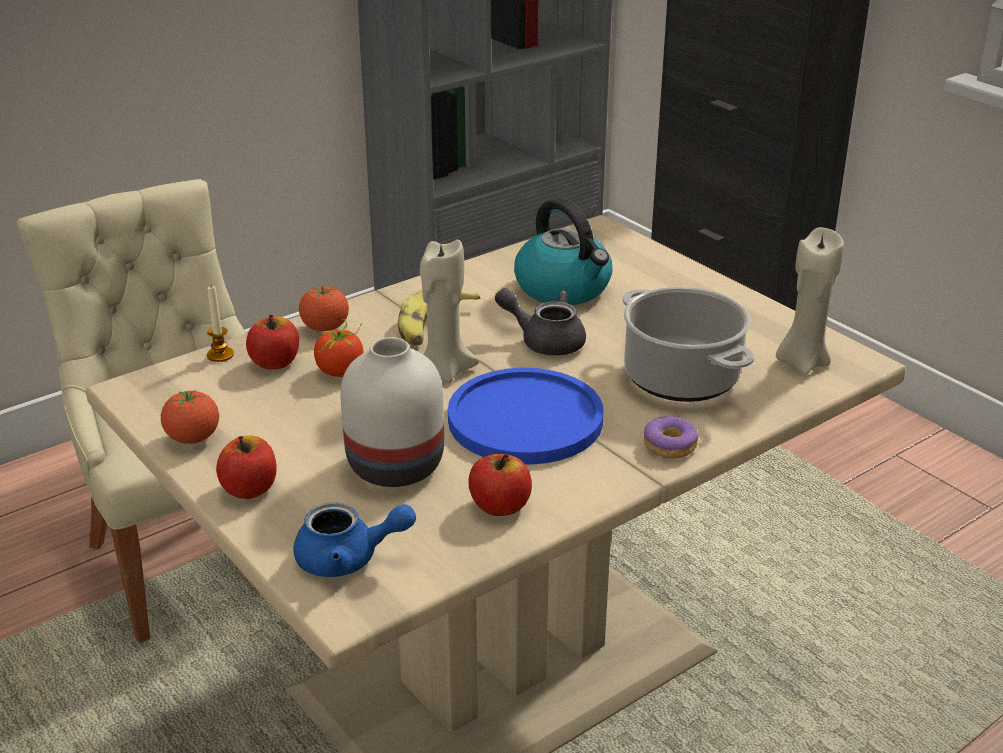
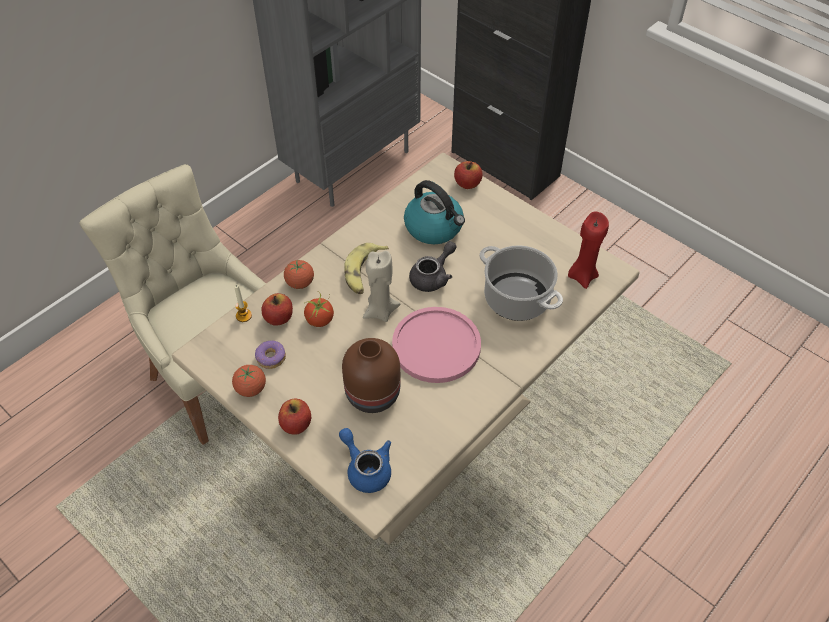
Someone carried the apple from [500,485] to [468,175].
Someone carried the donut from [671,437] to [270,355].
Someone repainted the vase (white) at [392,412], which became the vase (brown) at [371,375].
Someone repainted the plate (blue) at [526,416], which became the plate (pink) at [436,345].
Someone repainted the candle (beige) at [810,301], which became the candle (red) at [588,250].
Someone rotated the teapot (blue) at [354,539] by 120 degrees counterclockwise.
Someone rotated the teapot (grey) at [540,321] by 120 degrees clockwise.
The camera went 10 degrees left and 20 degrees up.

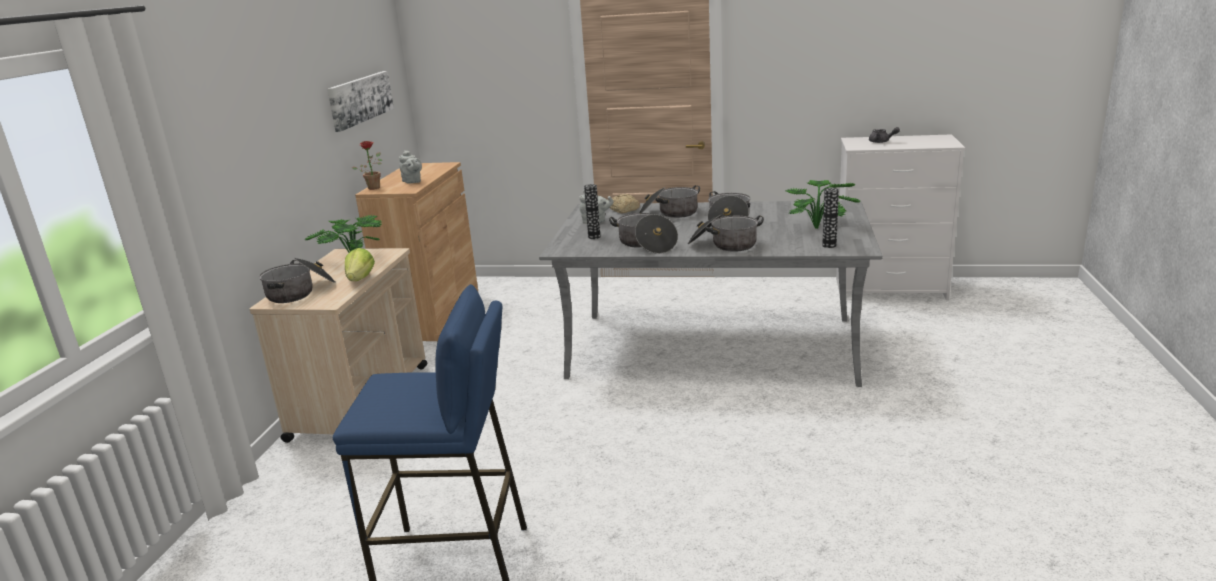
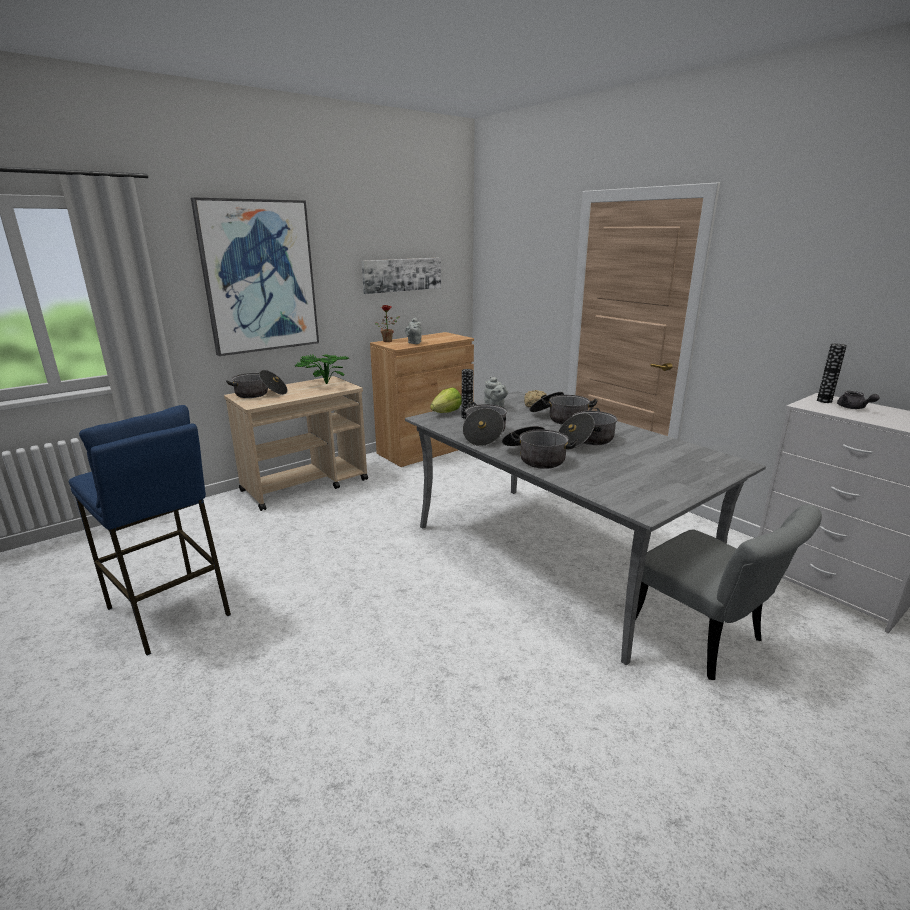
Someone took away the potted plant at [823,204].
Someone put up the picture at [255,276].
Someone put down the chair (grey) at [728,592].
Someone carried the lettuce from [360,264] to [446,400].
Someone carried the vase from [830,218] to [832,373].
The camera went 40 degrees right and 0 degrees up.

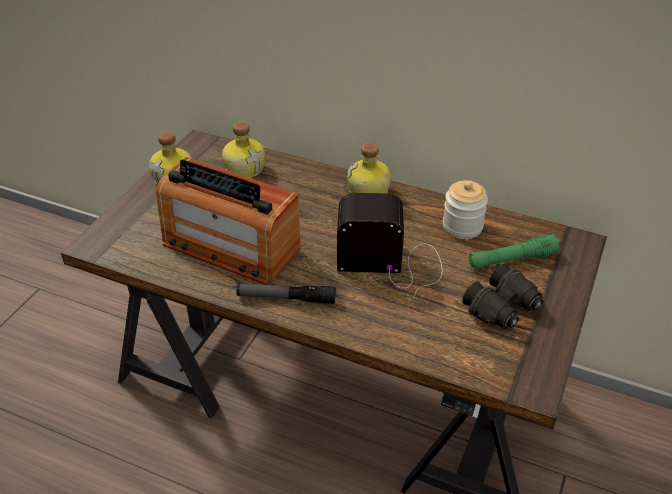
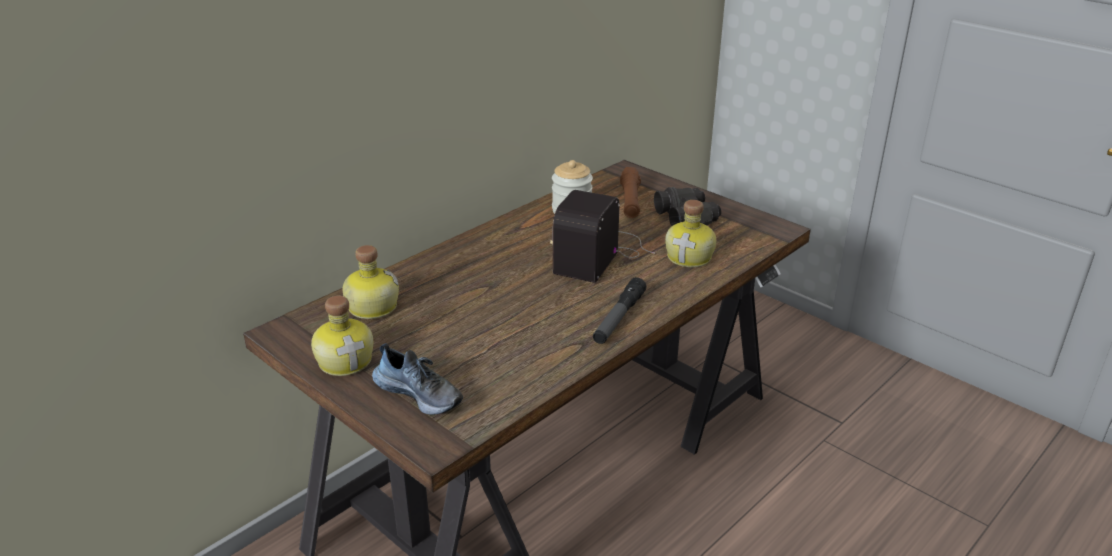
Someone took away the radio at [228,221].
Someone put down the shoe at [417,379].
Someone carried the bottle from [369,168] to [690,233].
Someone repainted the flashlight (green) at [514,252], which became the flashlight (brown) at [630,192].
The camera went 70 degrees left and 10 degrees down.

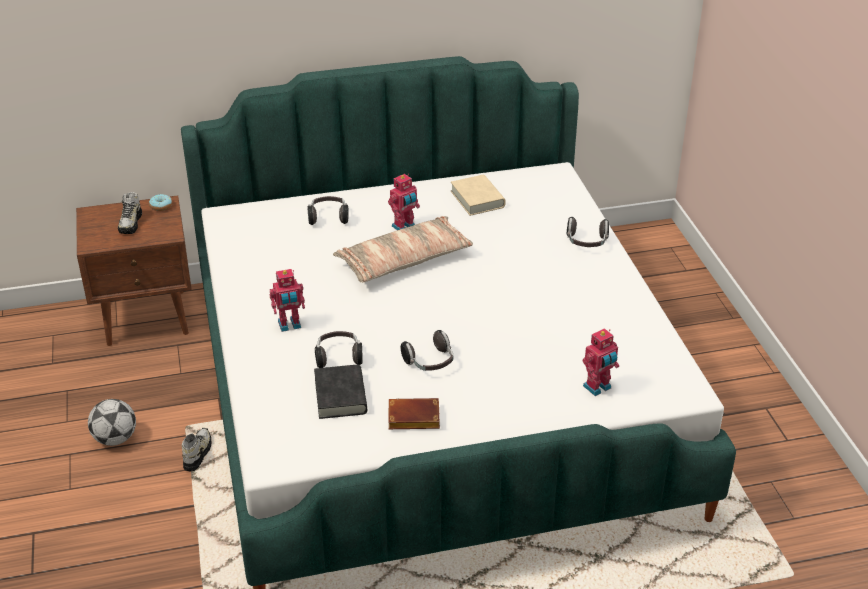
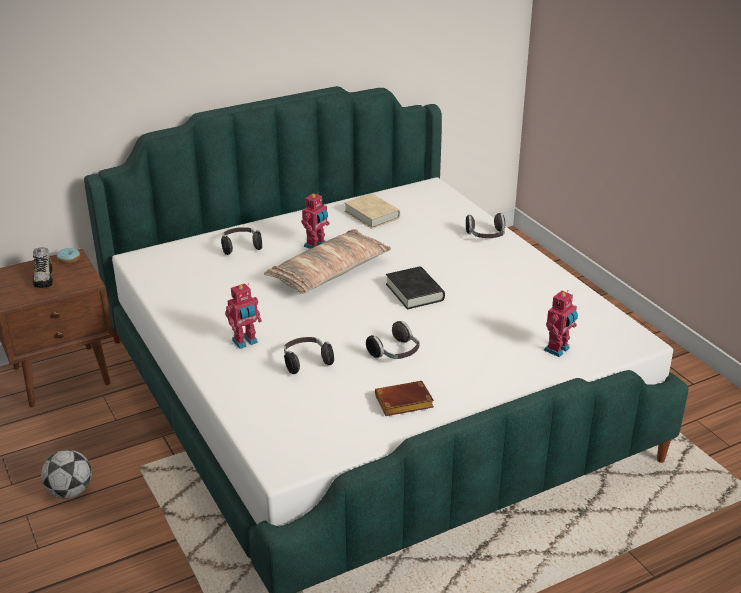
Someone took away the shoe at [196,449].
Someone carried the book (black) from [340,392] to [415,287].
The camera went 15 degrees left and 5 degrees down.

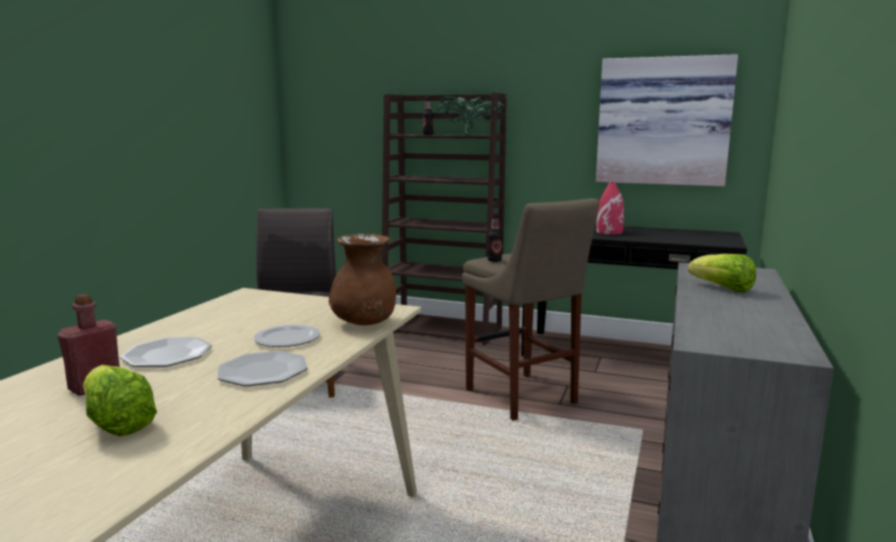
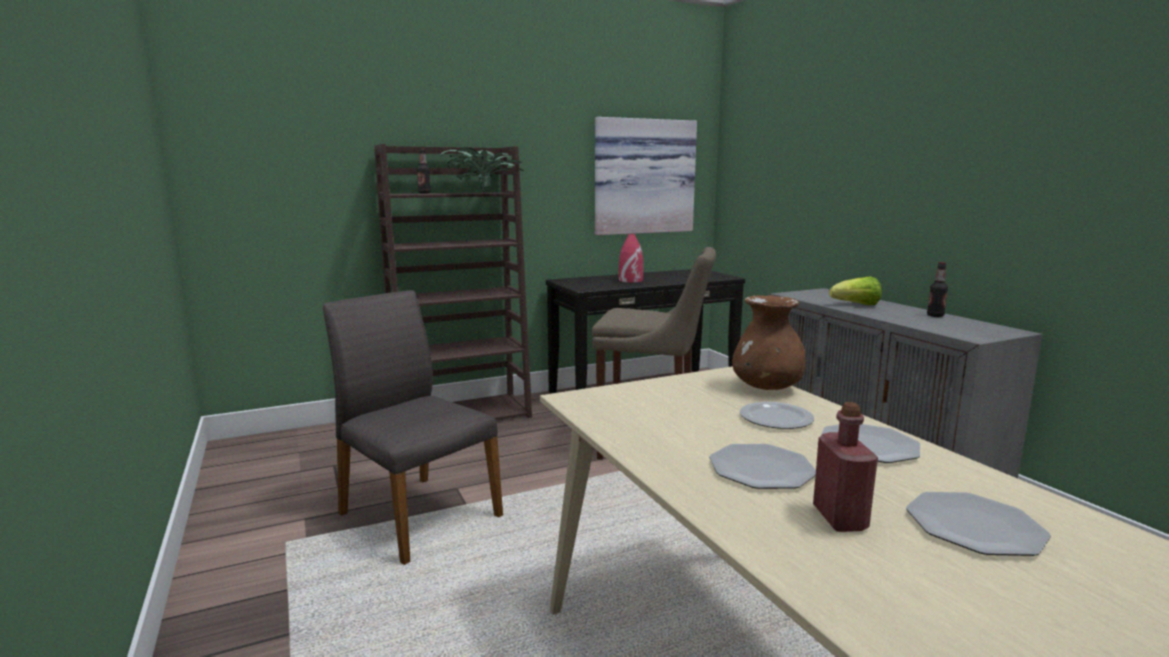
Someone carried the bottle from [495,237] to [937,289].
Someone swapped the lettuce at [120,400] for the plate at [978,524].
The camera went 45 degrees left and 0 degrees up.

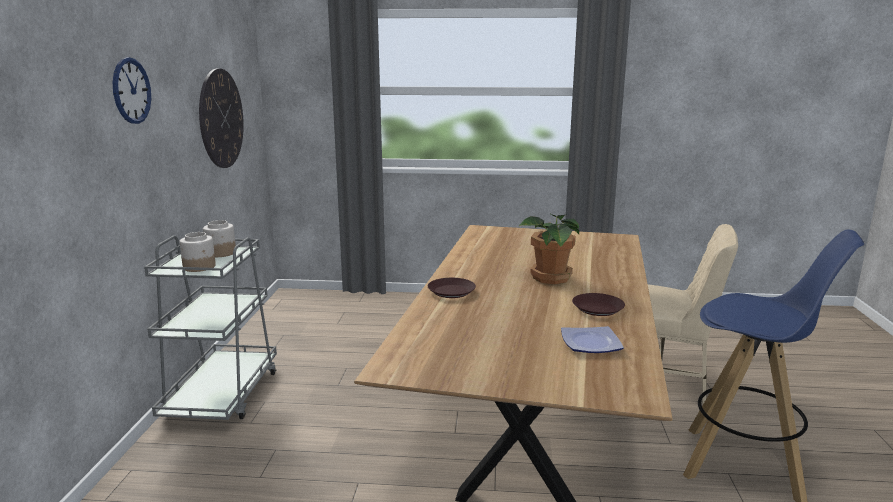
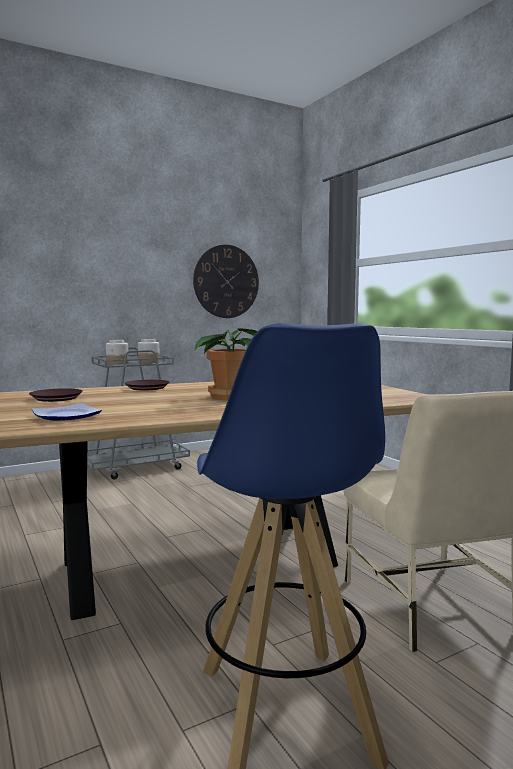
Someone took away the wall clock at [131,90].
Someone carried the plate (brown) from [598,304] to [55,395].
The camera went 55 degrees right and 10 degrees down.

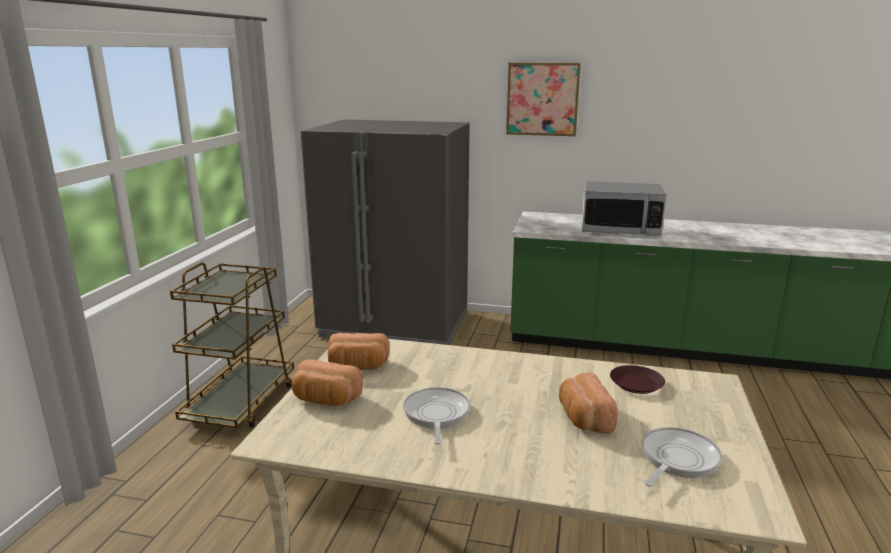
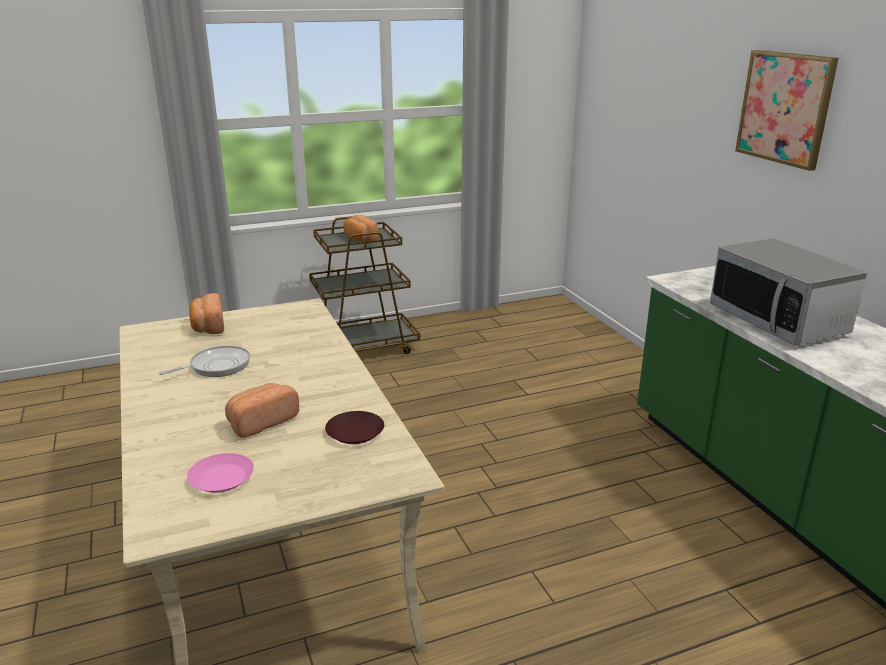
Someone took away the fridge (grey) at [385,232].
Someone carried the bread from [359,351] to [361,228].
Someone swapped the frying pan at [682,457] for the plate (pink) at [220,473].
The camera went 55 degrees right and 5 degrees up.

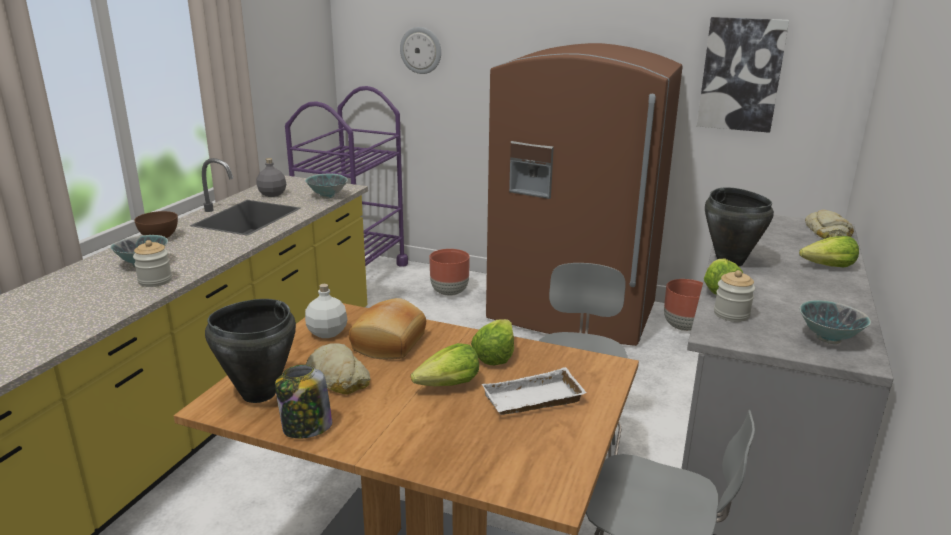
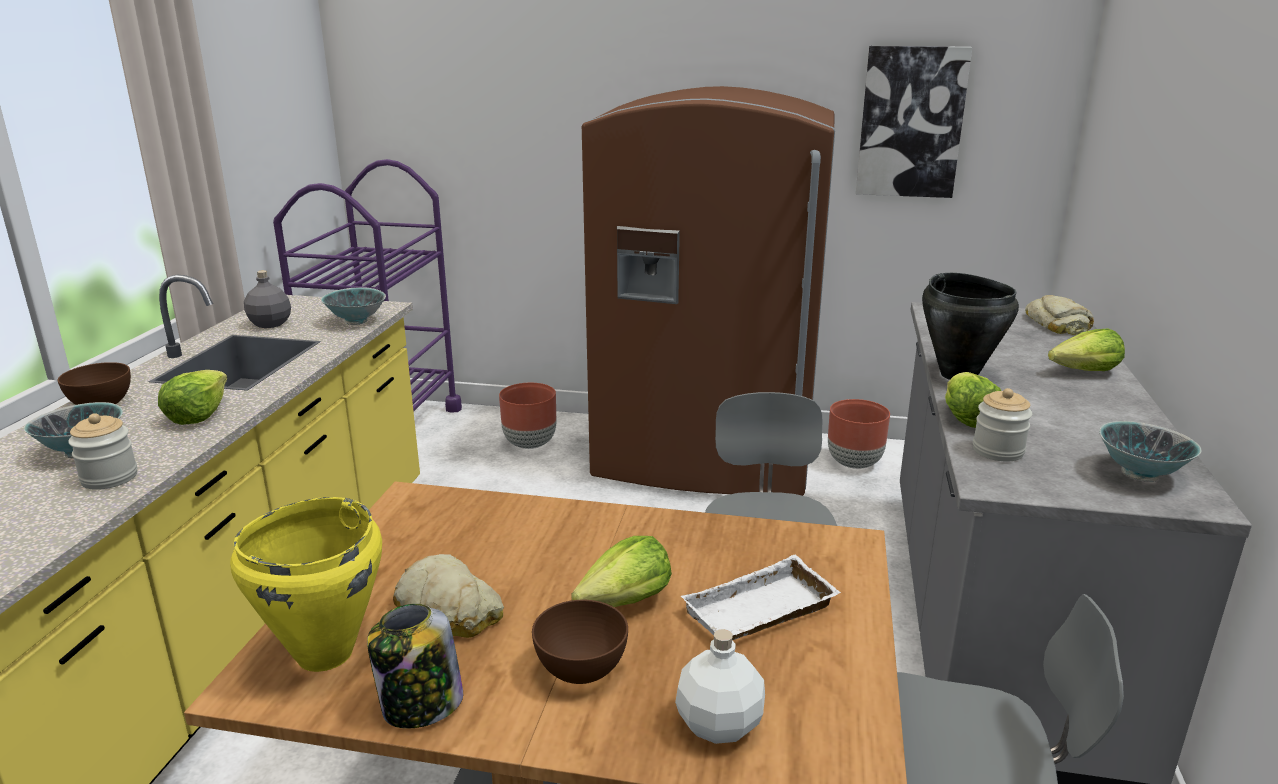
Someone took away the bread at [387,328].
Someone took away the wall clock at [420,50].
Someone put down the bowl (brown) at [580,642].
Someone carried the bottle (white) from [326,311] to [720,686].
Someone carried the lettuce from [492,342] to [192,397].
Someone repainted the cooking pot (black) at [250,351], which became the cooking pot (yellow) at [306,584].
The camera went 10 degrees left and 0 degrees up.

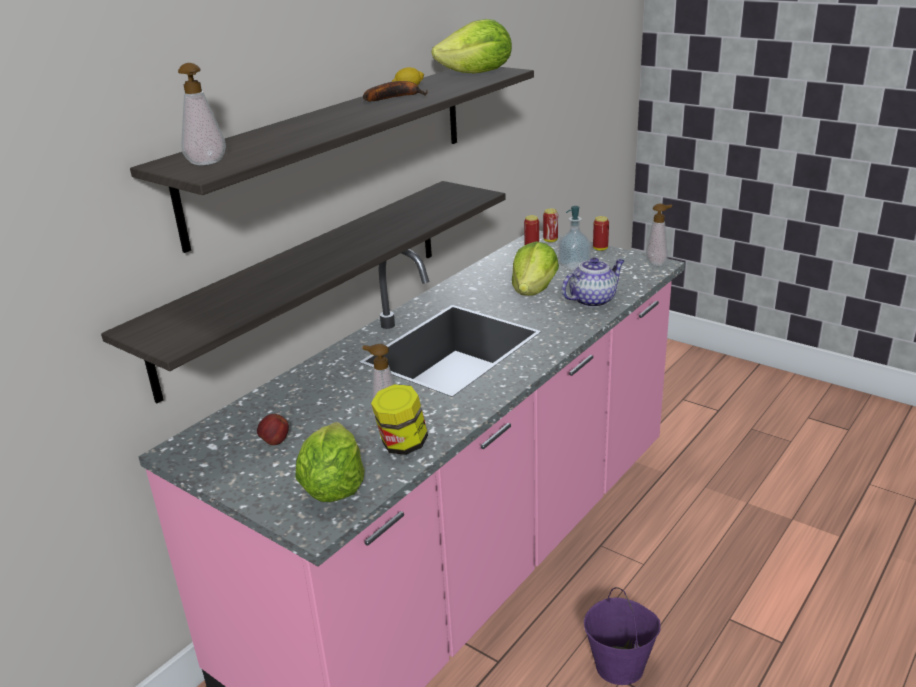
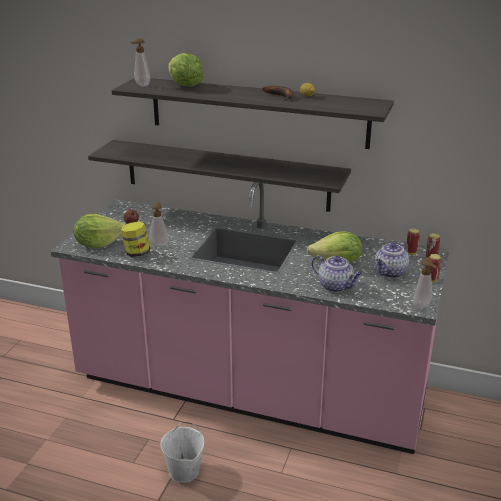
Someone carried the lettuce from [472,46] to [186,70].
Someone swapped the soap dispenser at [574,238] for the teapot at [392,259].
Someone repainted the bucket (purple) at [622,636], which became the bucket (white) at [182,452].
The camera went 70 degrees right and 0 degrees up.

